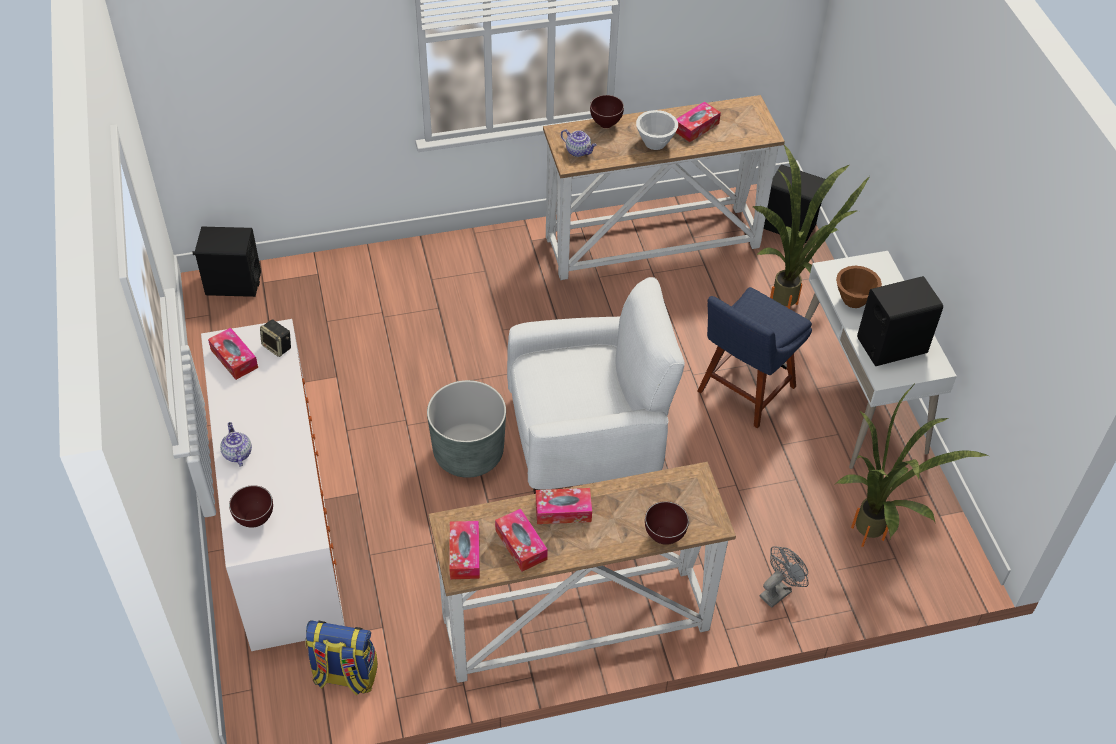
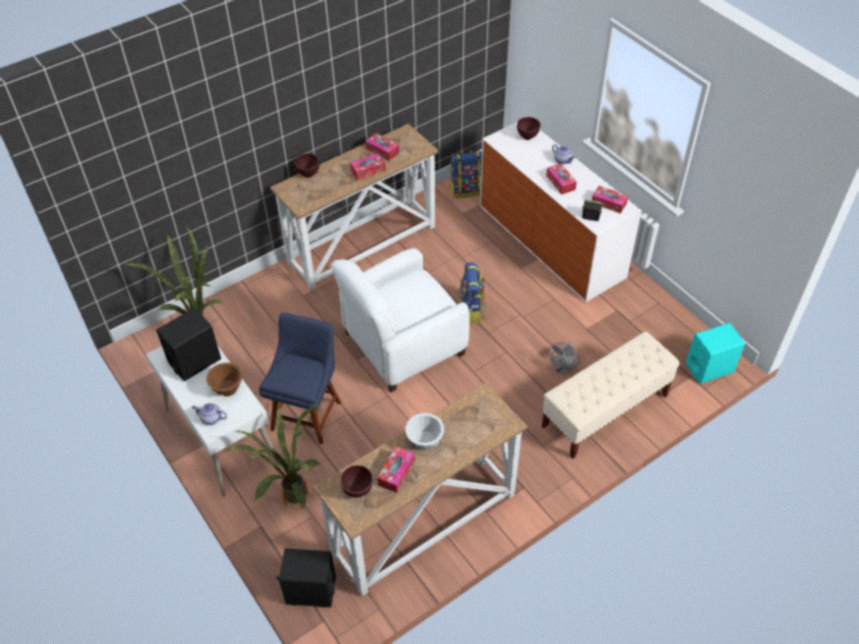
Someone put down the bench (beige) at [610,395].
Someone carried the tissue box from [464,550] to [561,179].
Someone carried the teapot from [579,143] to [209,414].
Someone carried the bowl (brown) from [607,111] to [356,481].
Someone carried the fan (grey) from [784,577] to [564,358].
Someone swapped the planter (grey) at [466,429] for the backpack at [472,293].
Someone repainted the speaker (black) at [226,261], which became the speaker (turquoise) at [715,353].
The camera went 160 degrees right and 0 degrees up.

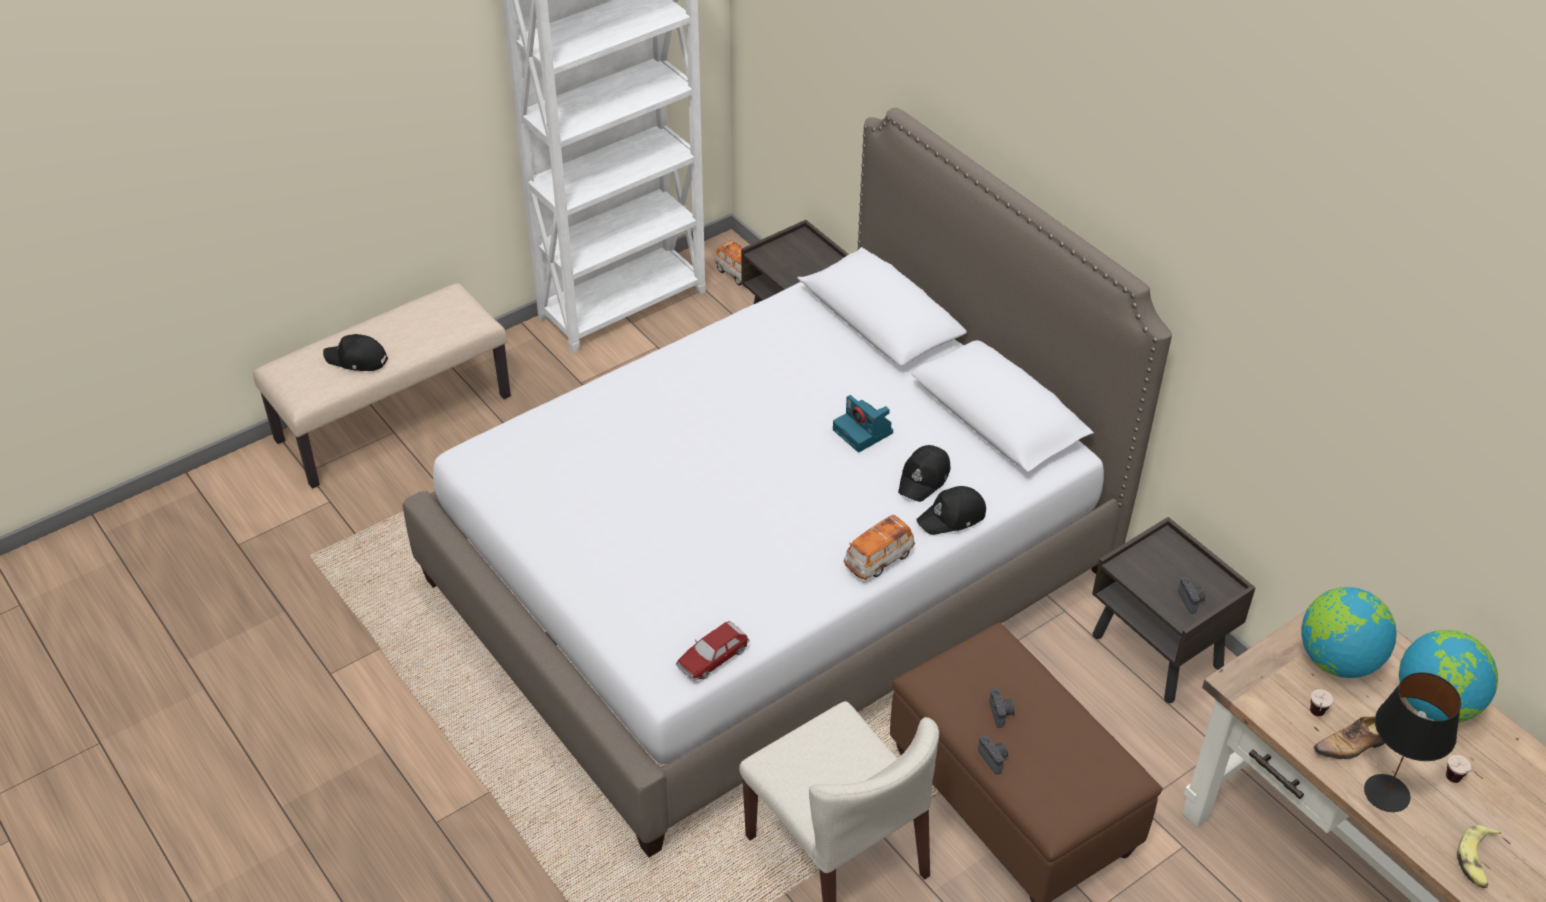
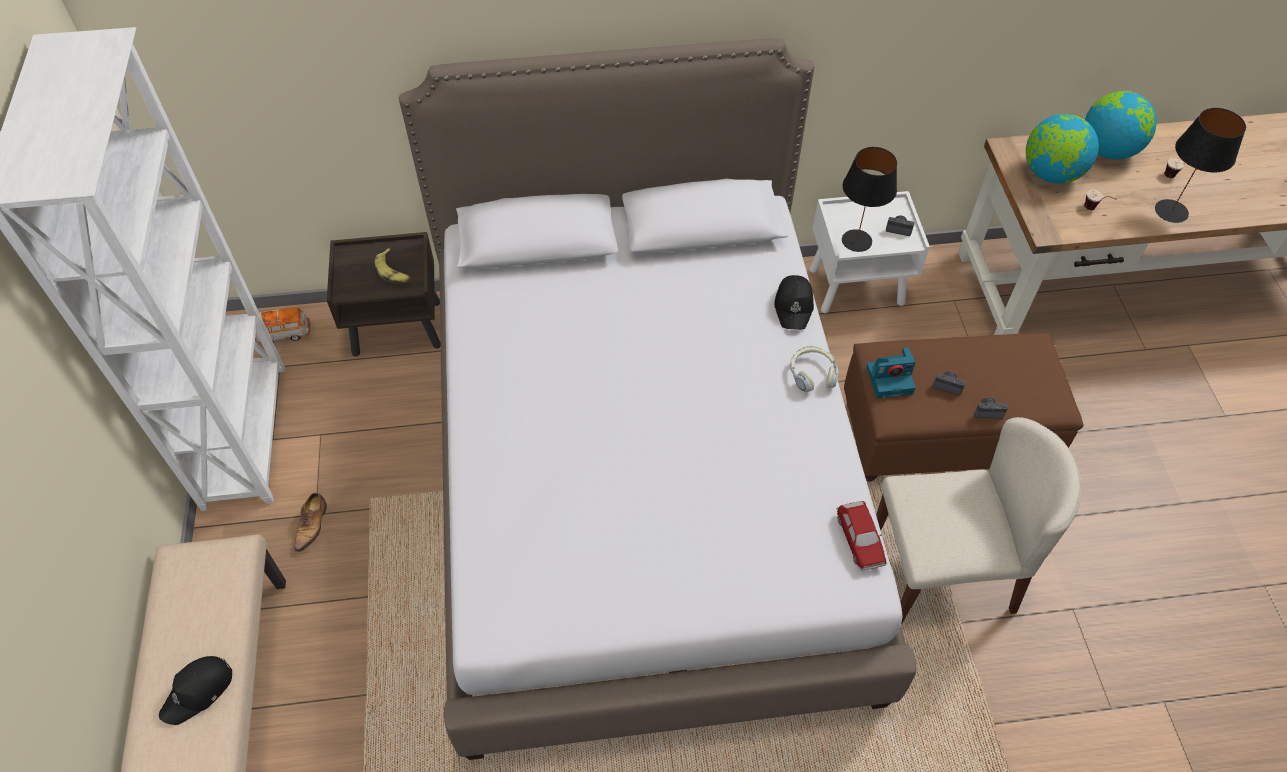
Someone took away the cap (black) at [924,473].
Someone put down the table lamp (black) at [869,199].
Someone carried the photo camera from [863,423] to [891,372].
Someone carried the shoe from [1349,737] to [310,522].
Someone carried the banana from [1479,856] to [393,266].
Someone swapped the toy car at [879,547] for the headphones at [814,369].
Someone repainted the nightstand (brown) at [1174,610], which became the nightstand (white) at [869,252].
The camera went 60 degrees left and 10 degrees up.

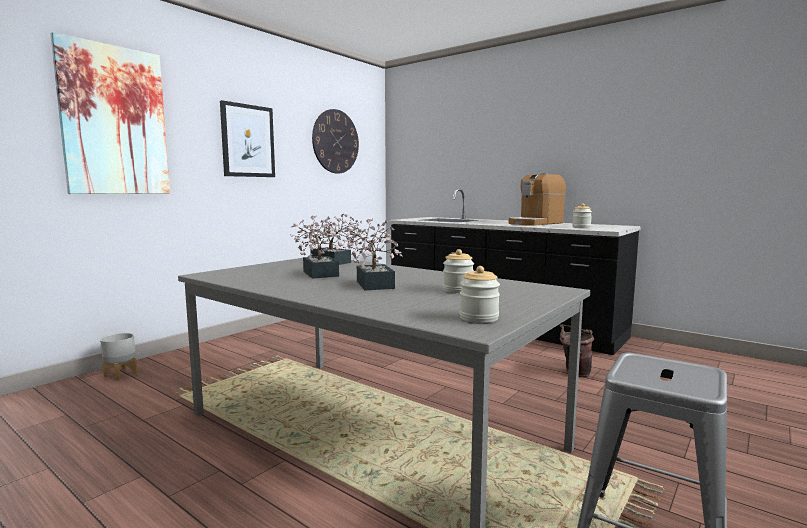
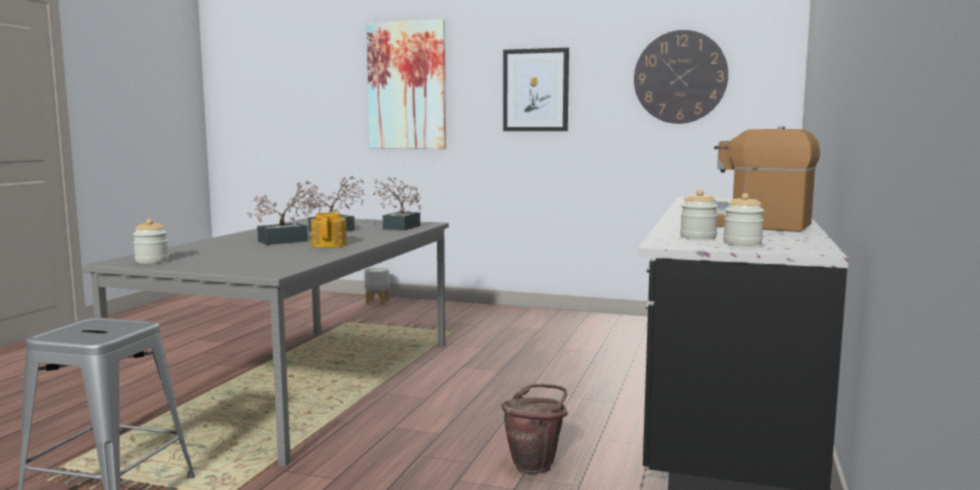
Someone put down the teapot at [329,230].
Someone carried the jar from [458,271] to [743,219].
The camera went 70 degrees right and 0 degrees up.

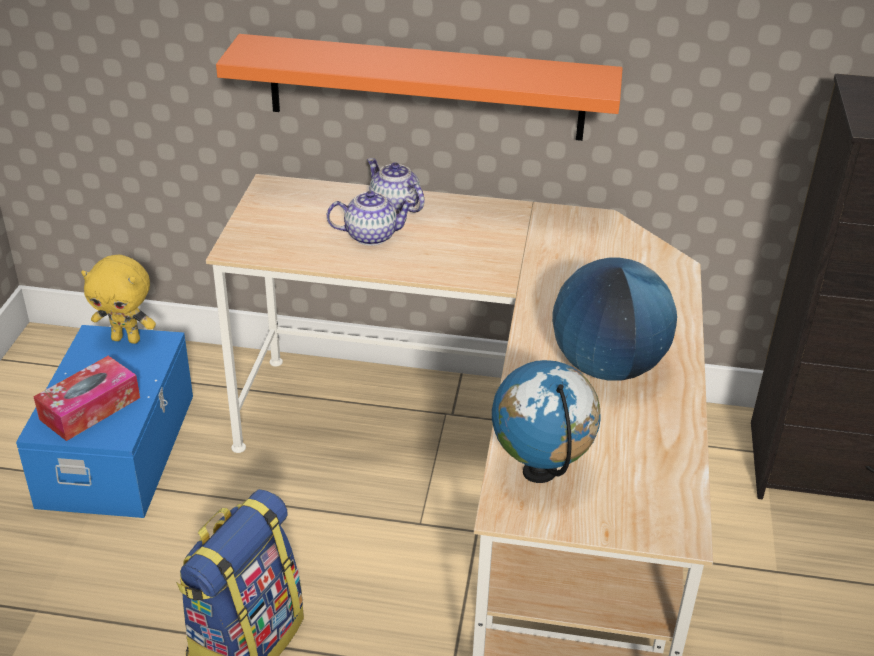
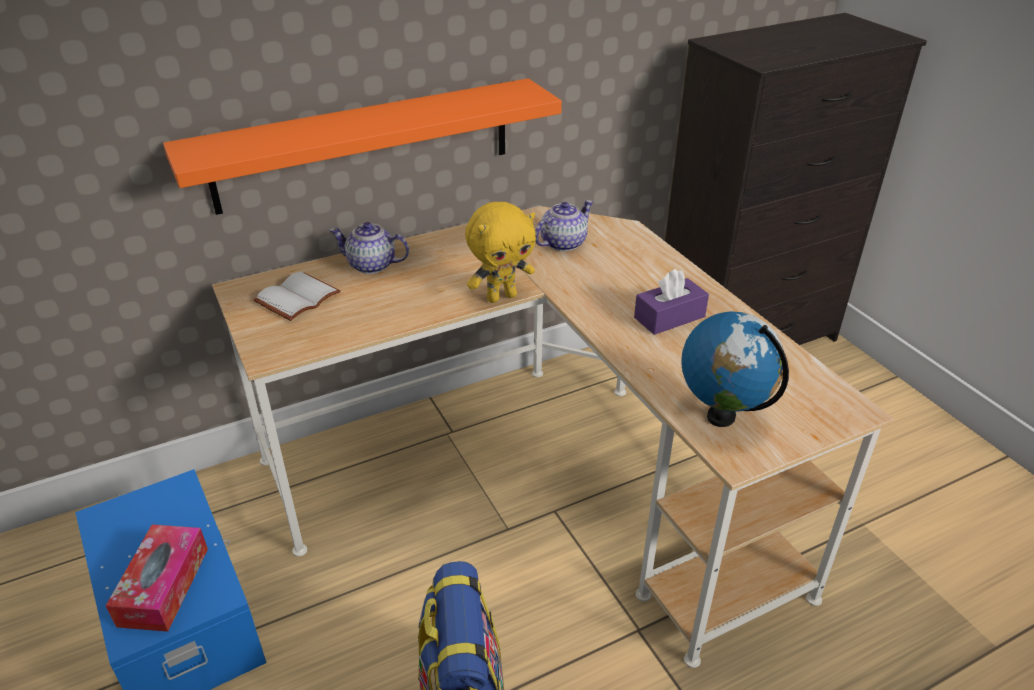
Someone put down the book (white) at [297,296].
Someone carried the plush toy (yellow) from [118,299] to [500,252].
Someone carried the teapot from [371,218] to [564,225].
Someone swapped the globe at [614,319] for the tissue box (purple) at [671,302].
The camera went 35 degrees left and 0 degrees up.

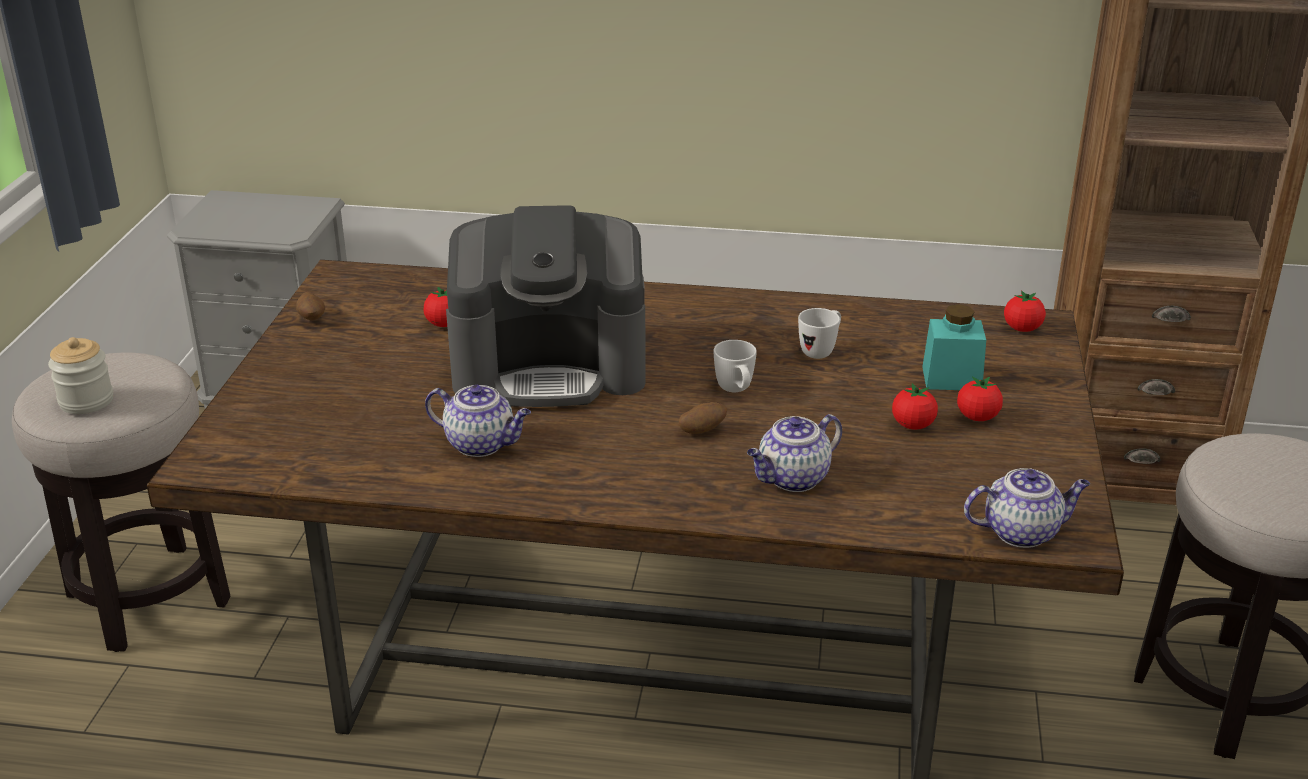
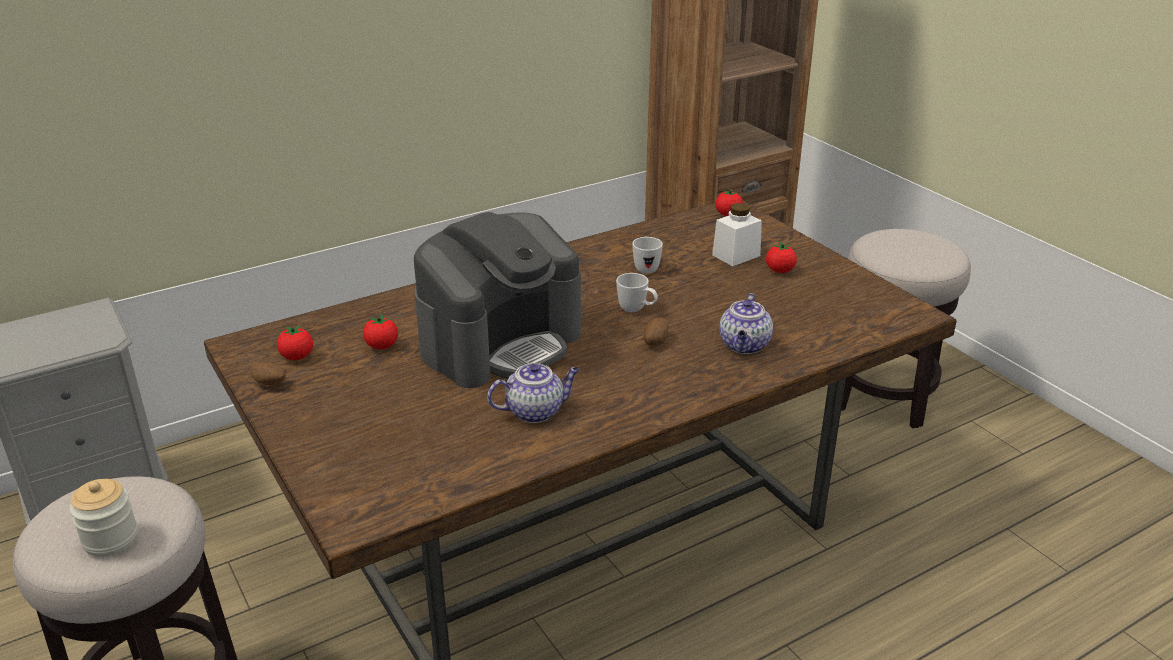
Someone took away the teapot at [1027,508].
Someone carried the tomato from [915,406] to [295,342].
Someone repainted the jar (turquoise) at [954,347], which became the jar (white) at [737,234].
The camera went 40 degrees left and 0 degrees up.

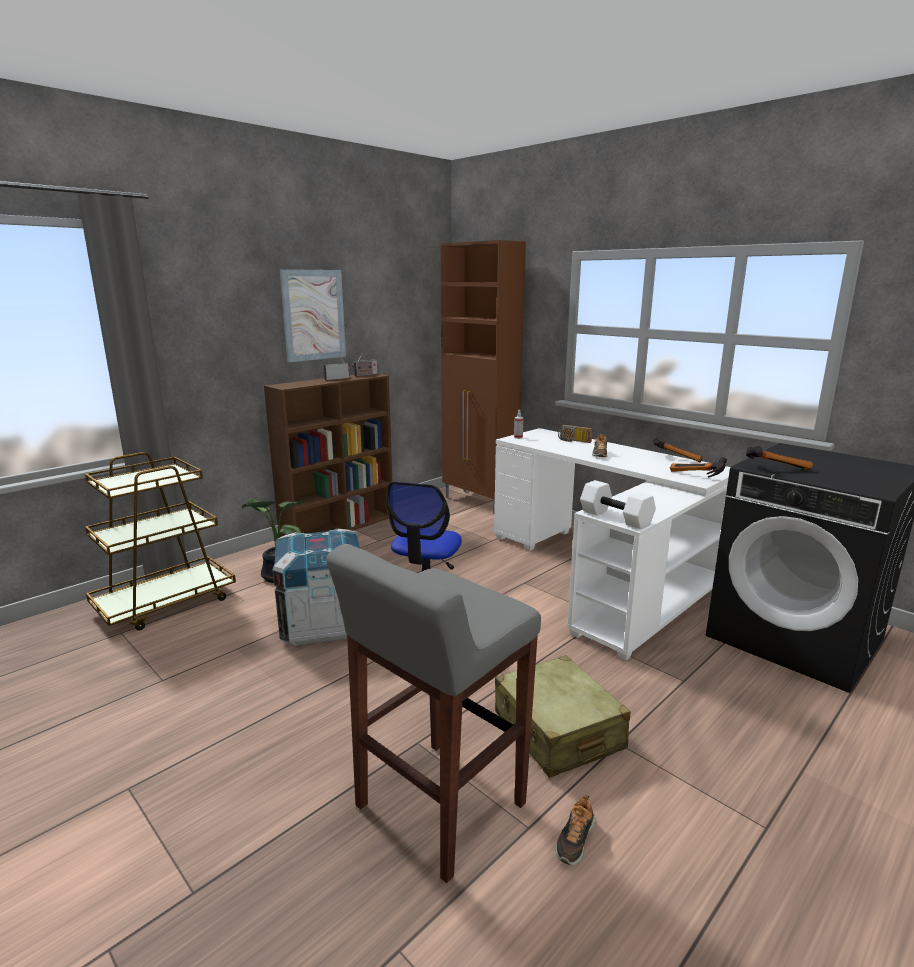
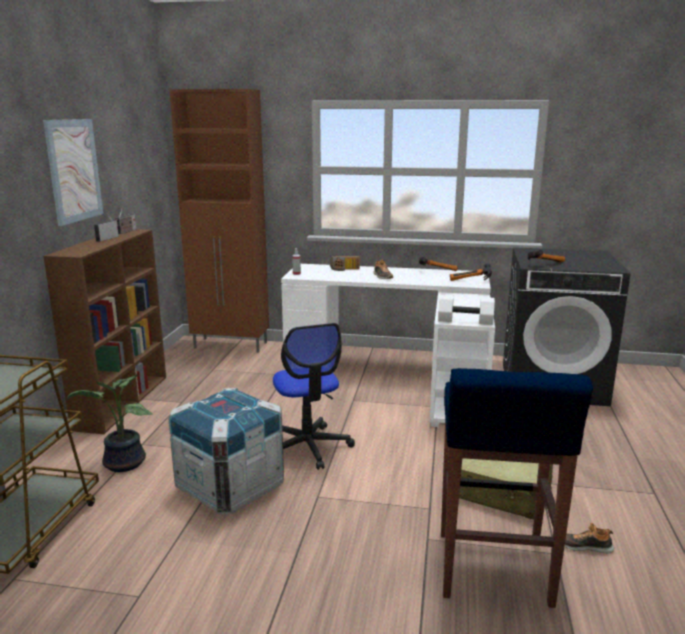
Someone repainted the stool (grey) at [434,713], which became the stool (blue) at [517,488].
Someone rotated the shoe at [576,830] by 105 degrees clockwise.
The camera went 35 degrees left and 0 degrees up.

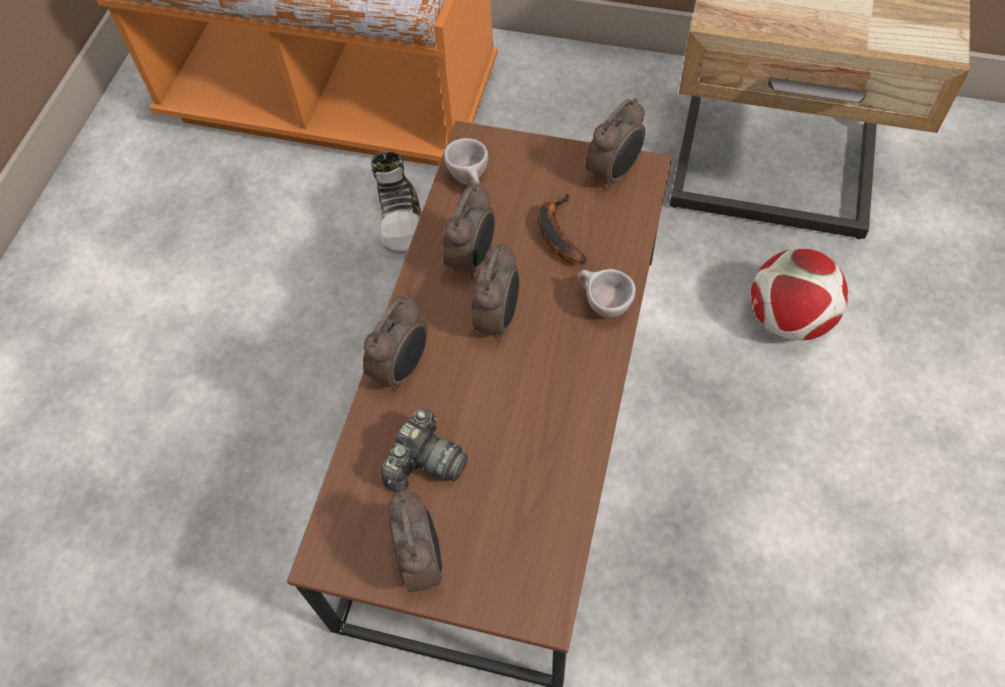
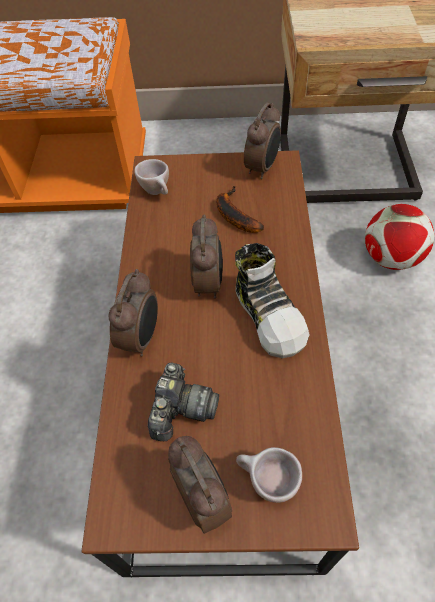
Someone took away the alarm clock at [469,231].
Someone carried the shoe from [396,203] to [272,300].
Someone carried the cup (beige) from [607,293] to [269,475].
The camera went 15 degrees left and 5 degrees down.

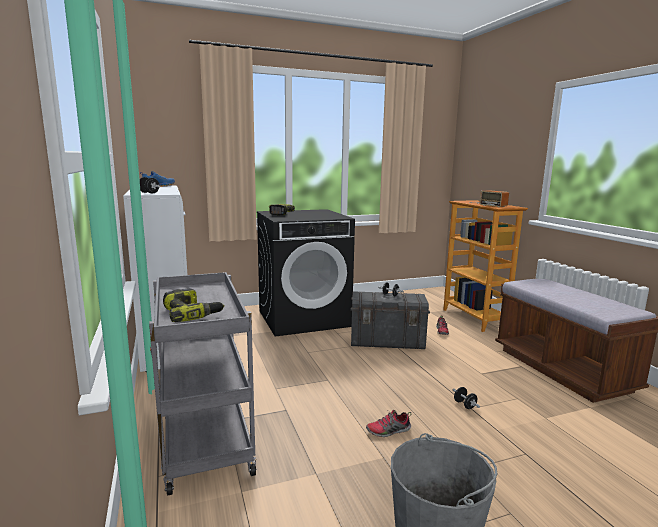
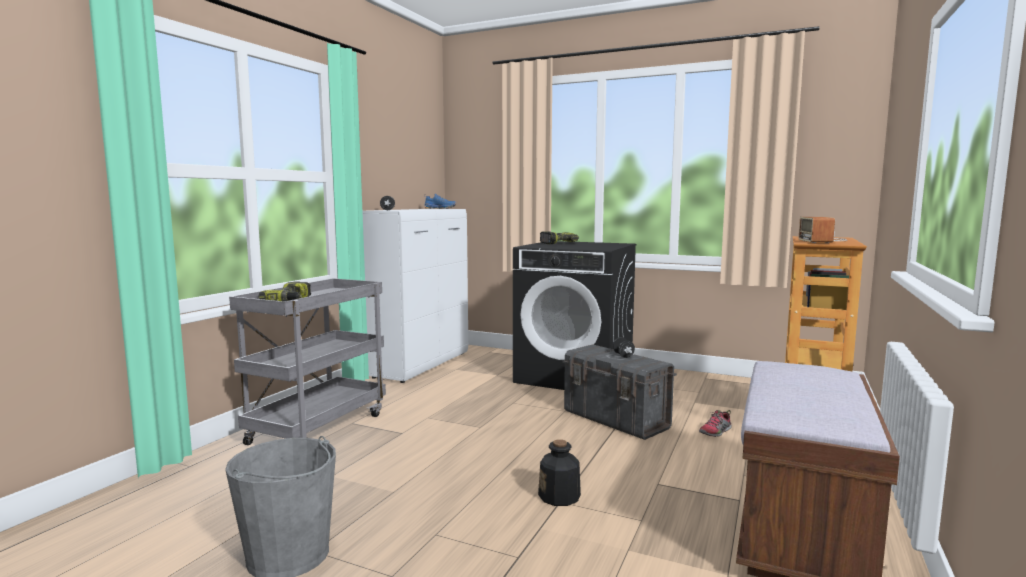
Someone took away the shoe at [388,423].
Someone swapped the dumbbell (black) at [466,398] for the bottle at [559,472].
The camera went 45 degrees right and 5 degrees down.

